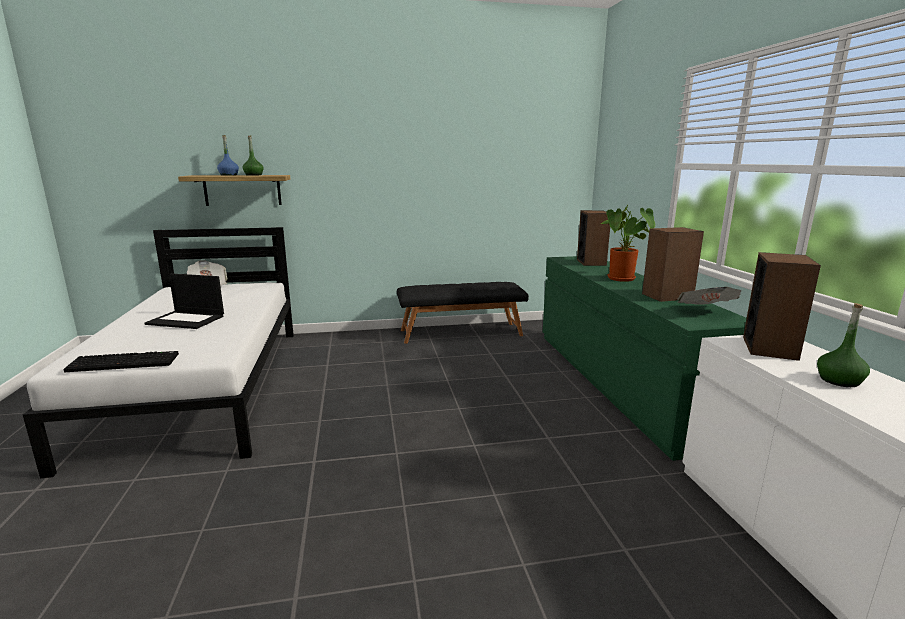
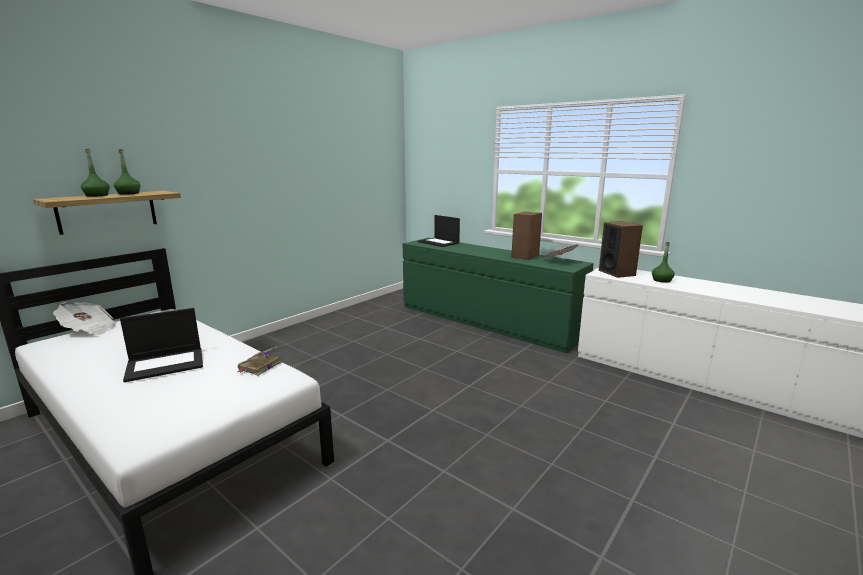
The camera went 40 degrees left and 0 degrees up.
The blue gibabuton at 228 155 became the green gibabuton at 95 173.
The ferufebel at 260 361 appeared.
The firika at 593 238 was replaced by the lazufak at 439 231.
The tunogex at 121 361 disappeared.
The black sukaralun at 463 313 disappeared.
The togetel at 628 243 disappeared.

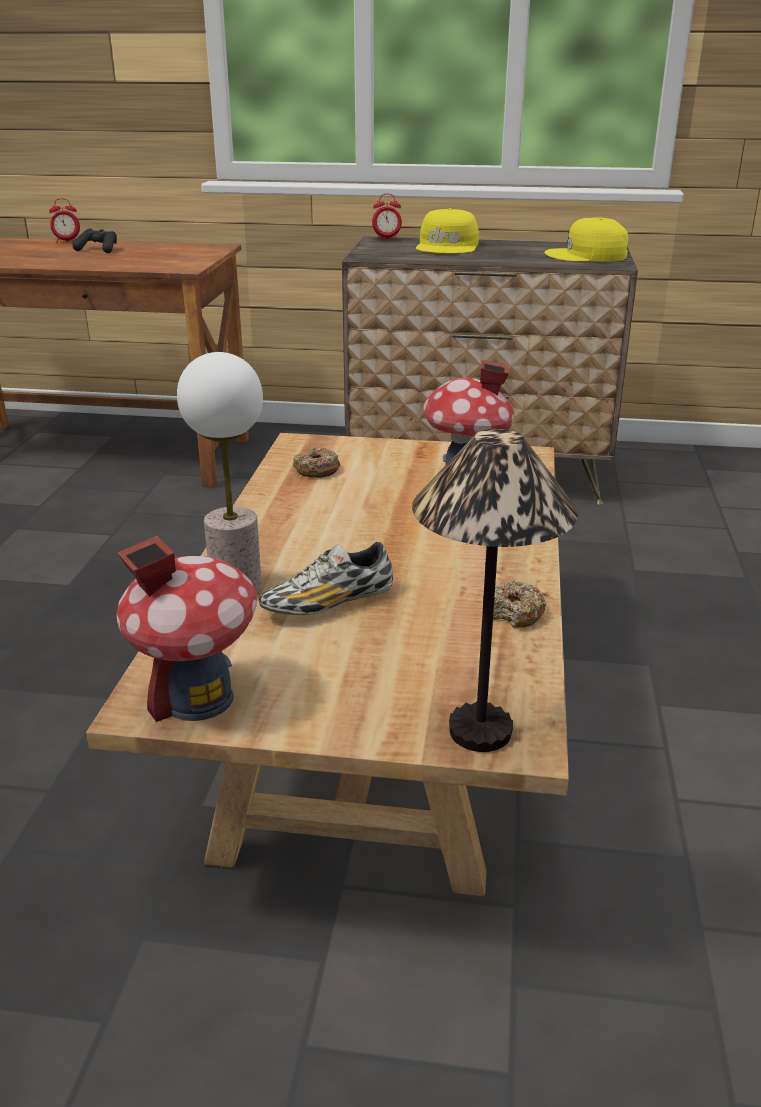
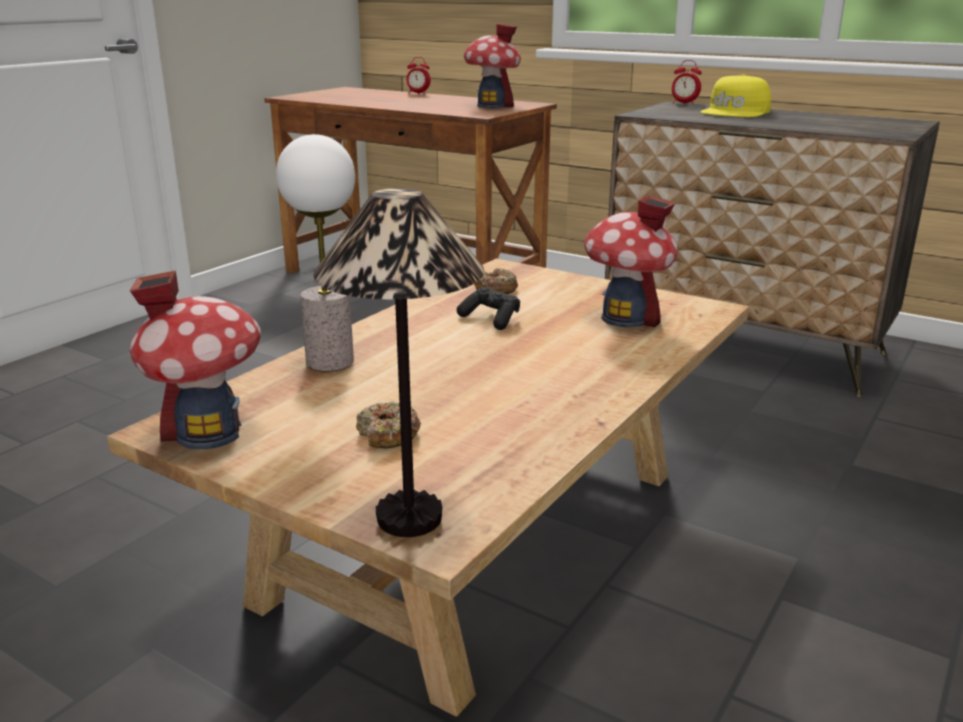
The camera went 25 degrees right and 5 degrees down.
The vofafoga moved from 519 604 to 388 424.
The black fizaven moved from 95 240 to 488 308.
The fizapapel at 492 65 appeared.
The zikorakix at 325 578 disappeared.
The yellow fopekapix at 587 239 disappeared.

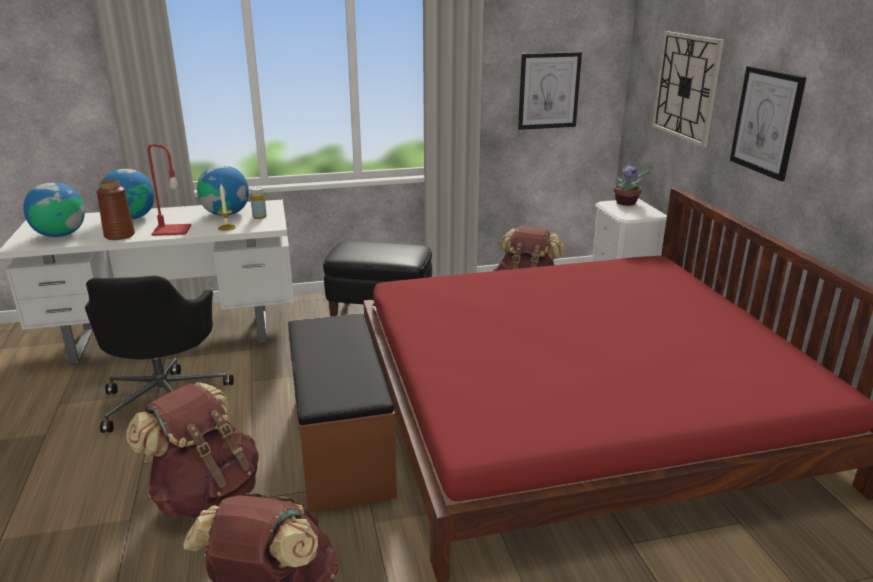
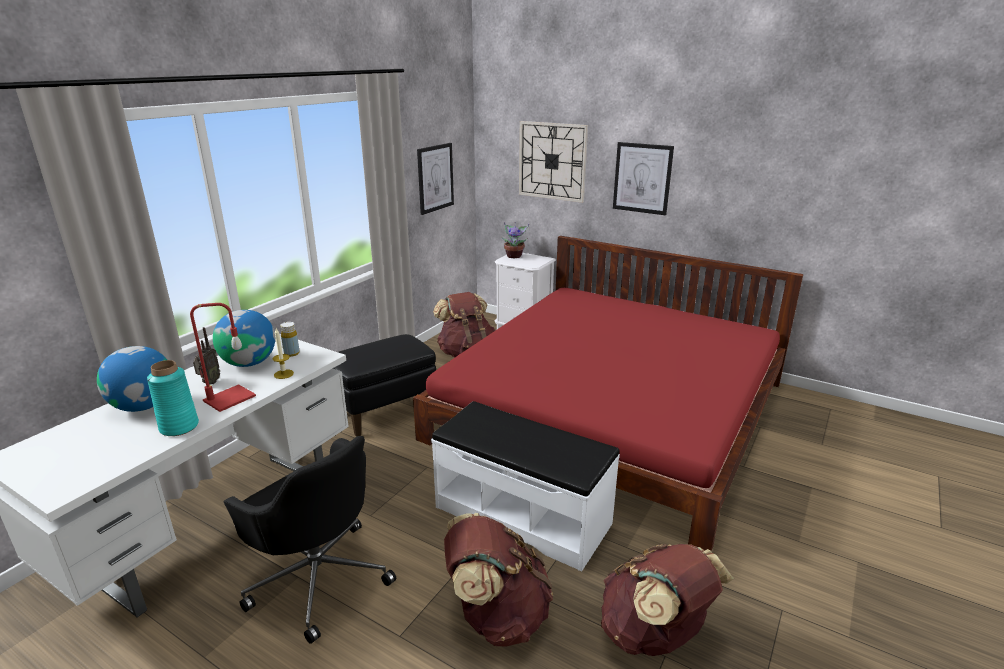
The camera went 45 degrees left and 0 degrees up.
The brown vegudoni at 115 209 became the turquoise vegudoni at 173 398.
The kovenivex at 206 355 appeared.
The brown sukaralun at 342 412 became the white sukaralun at 525 486.
The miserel at 54 210 disappeared.

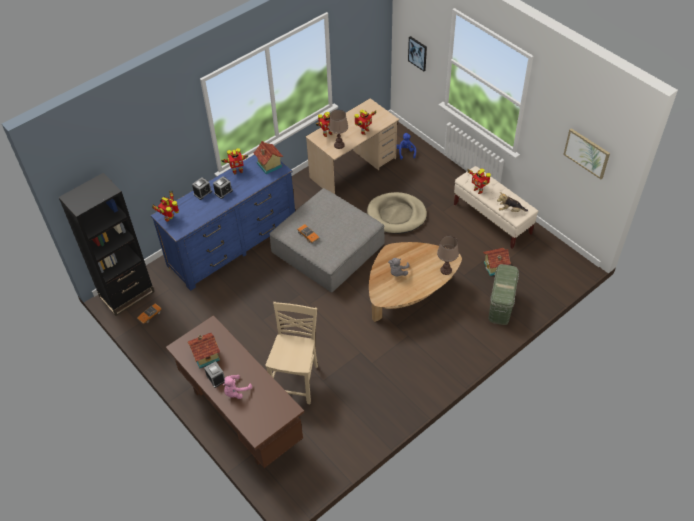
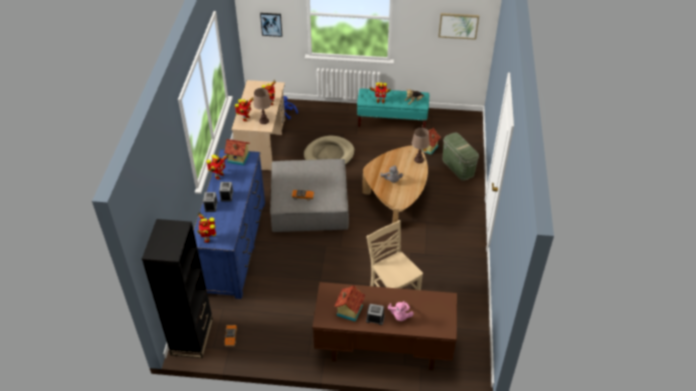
The camera went 45 degrees left and 5 degrees down.
The beige sukaralun at 496 207 became the turquoise sukaralun at 393 108.

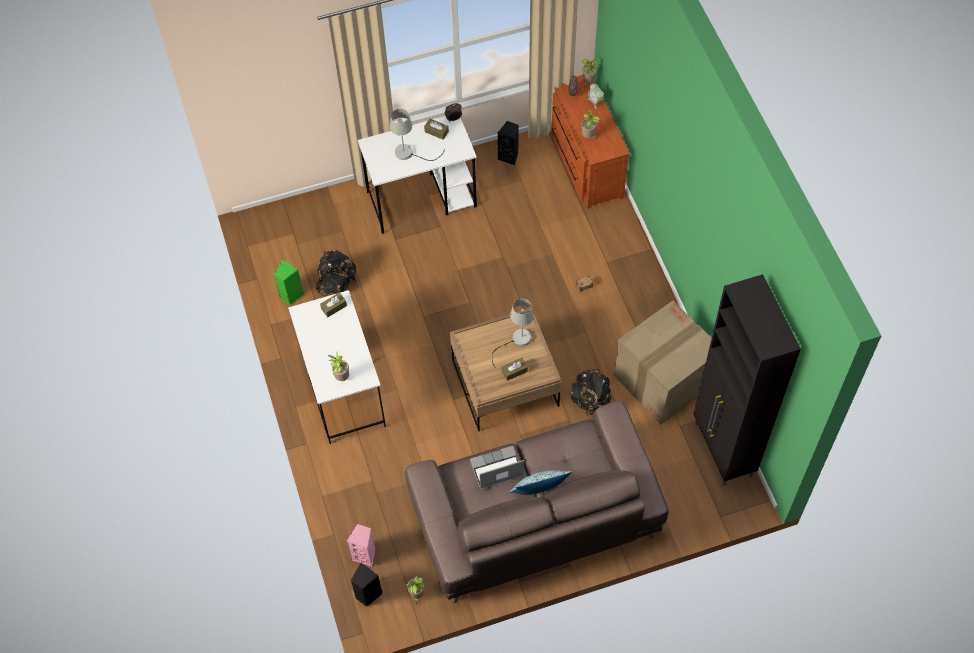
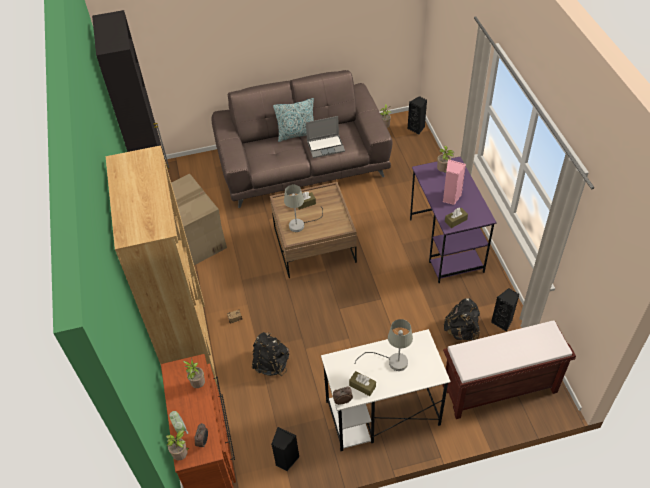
The camera went 175 degrees left and 10 degrees down.
The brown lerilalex at 161 265 appeared.
The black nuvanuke moved from 591 392 to 270 354.
The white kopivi at 337 367 became the purple kopivi at 453 220.
The brown sukaralun at 509 369 appeared.
The pink firika moved from 361 545 to 454 182.
The green firika at 289 282 became the black firika at 505 310.

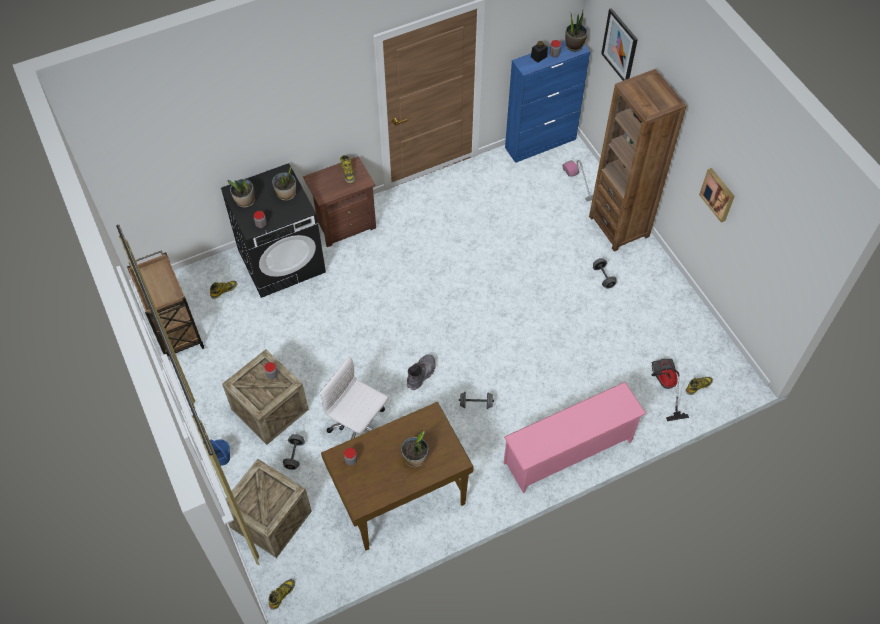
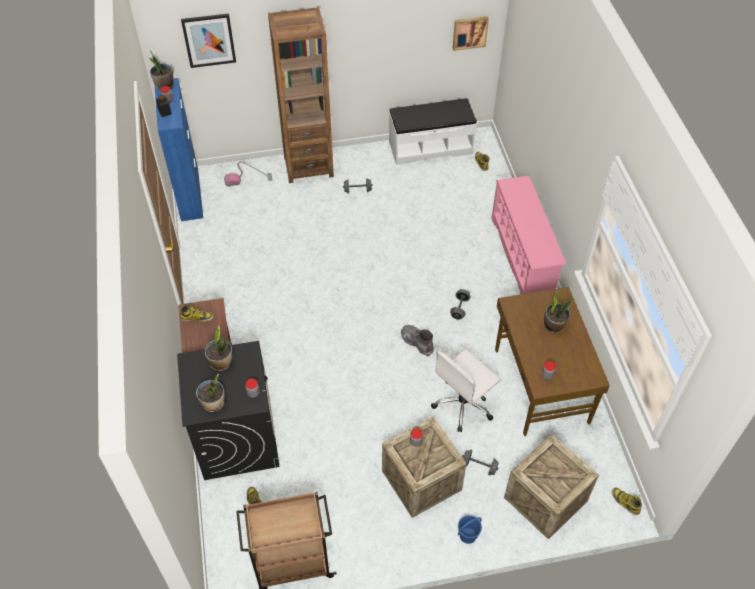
The camera went 75 degrees left and 5 degrees down.
The white sukaralun at 433 131 appeared.
The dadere moved from 717 195 to 471 33.
The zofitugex at 670 389 disappeared.

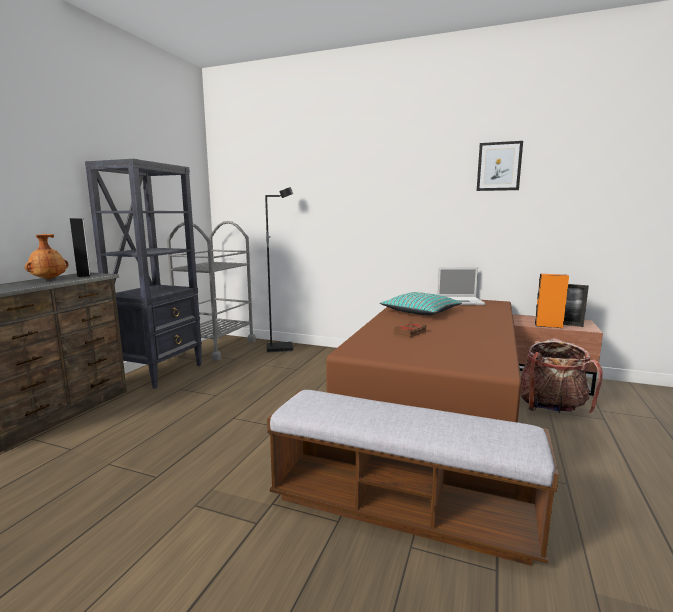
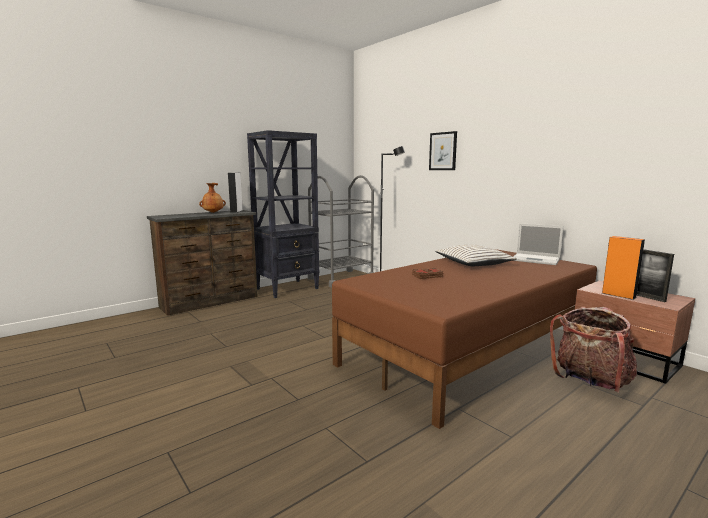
The camera went 30 degrees right and 0 degrees up.
The dadere moved from 500 166 to 443 150.
The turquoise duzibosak at 421 304 became the white duzibosak at 475 255.
The sukaralun at 413 478 disappeared.

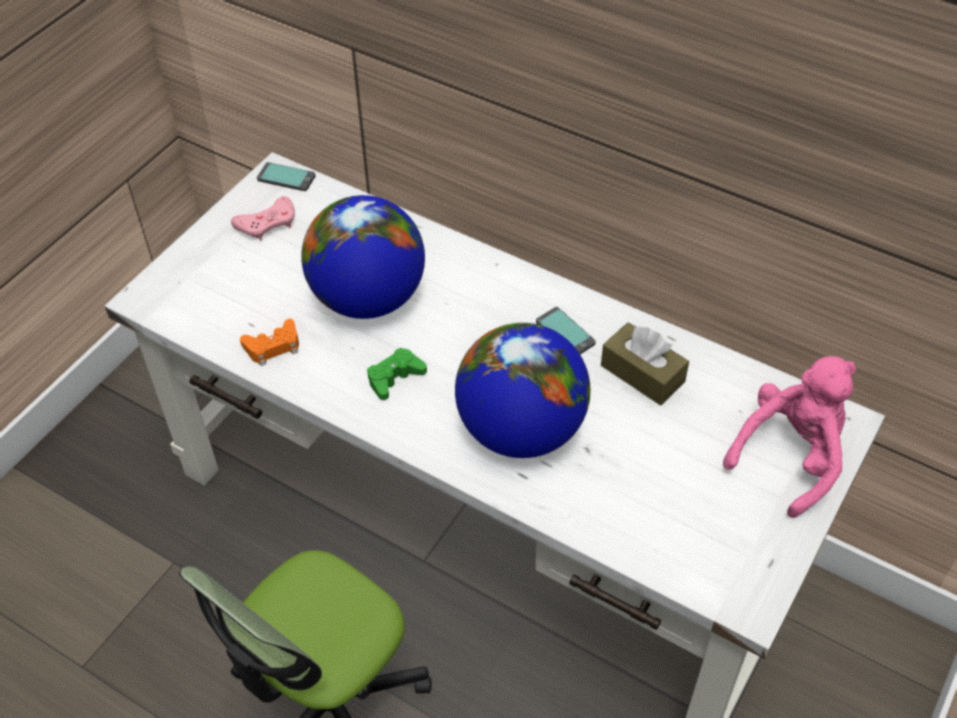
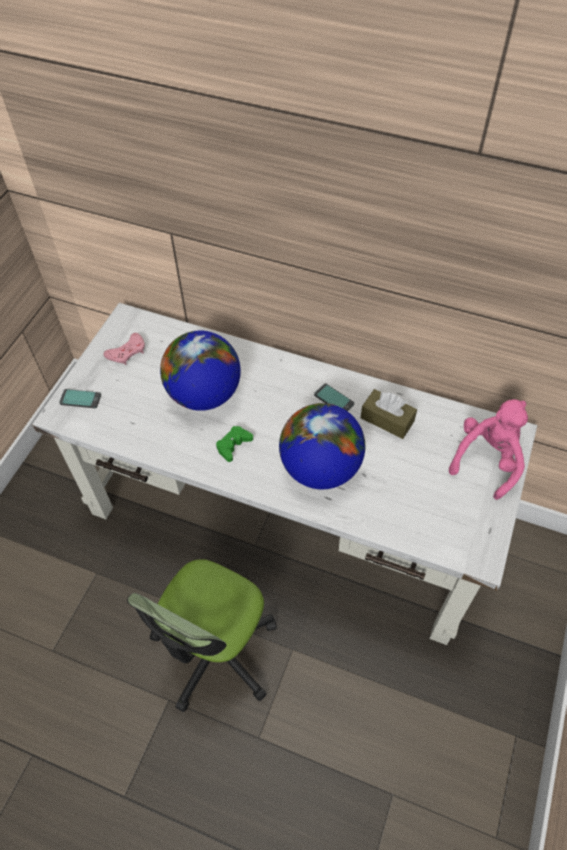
The camera went 10 degrees left and 5 degrees up.
The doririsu moved from 286 176 to 80 398.
The orange fizaven at 269 342 disappeared.

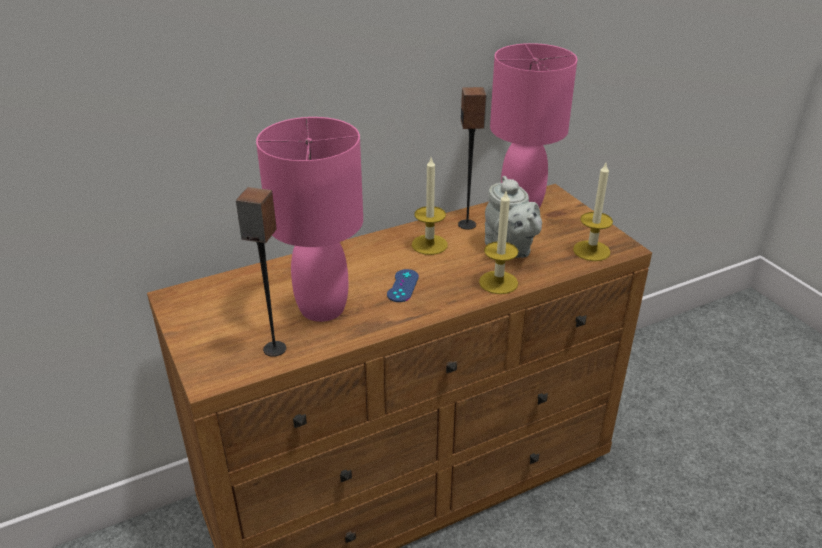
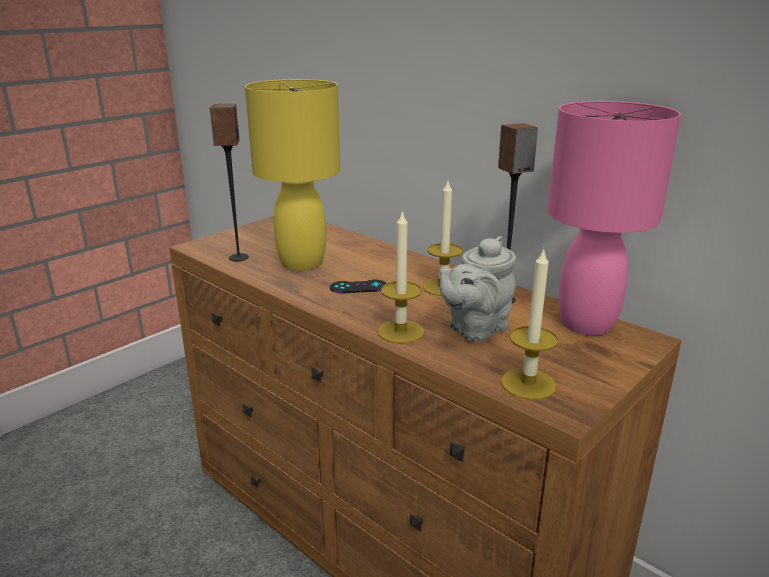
The camera went 70 degrees right and 10 degrees down.
The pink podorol at 309 219 became the yellow podorol at 292 175.
The blue fizaven at 403 285 became the black fizaven at 358 286.

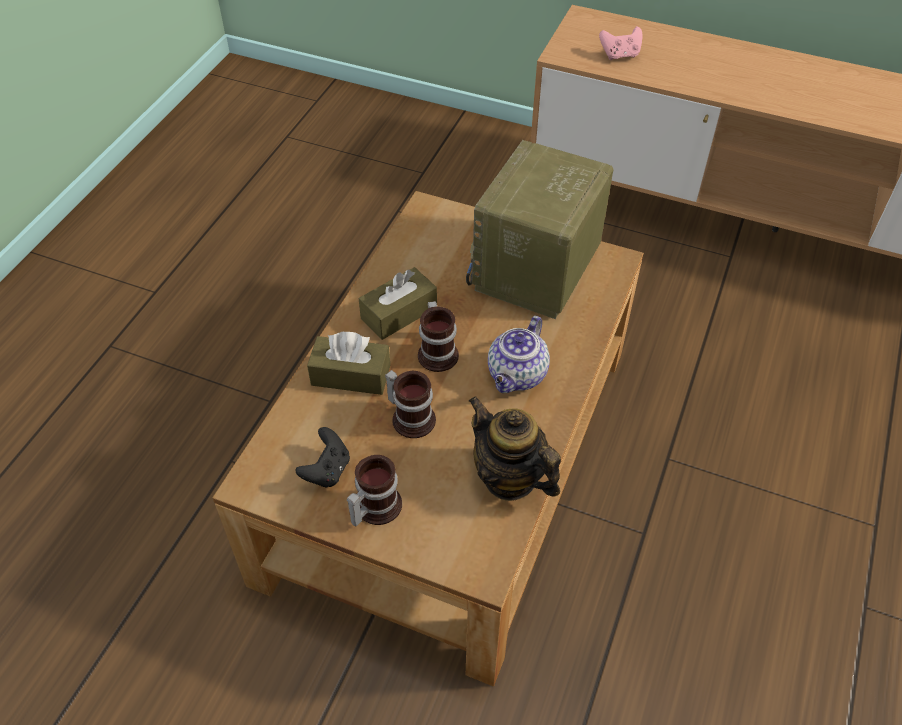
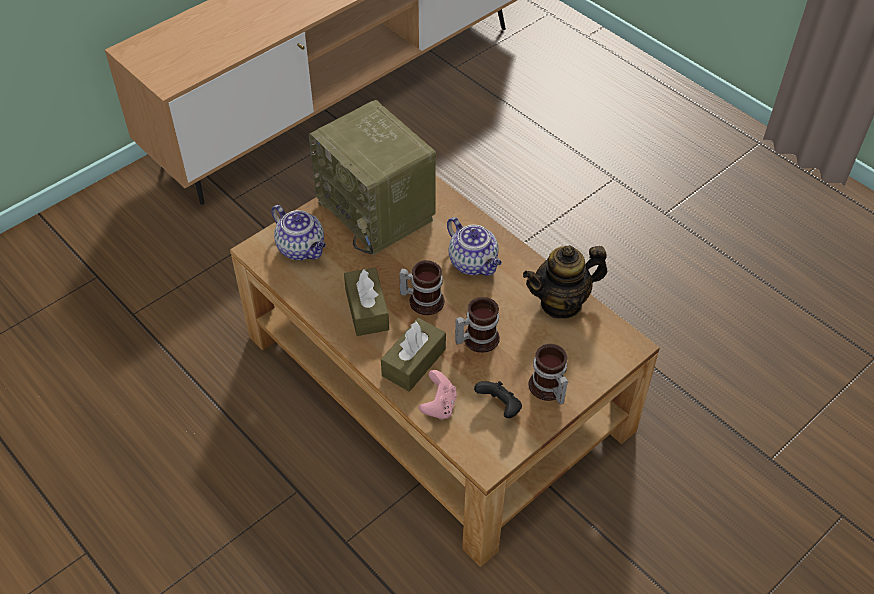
The camera went 65 degrees left and 0 degrees up.
The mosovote at 298 232 appeared.
The pink fizaven moved from 620 43 to 438 395.

